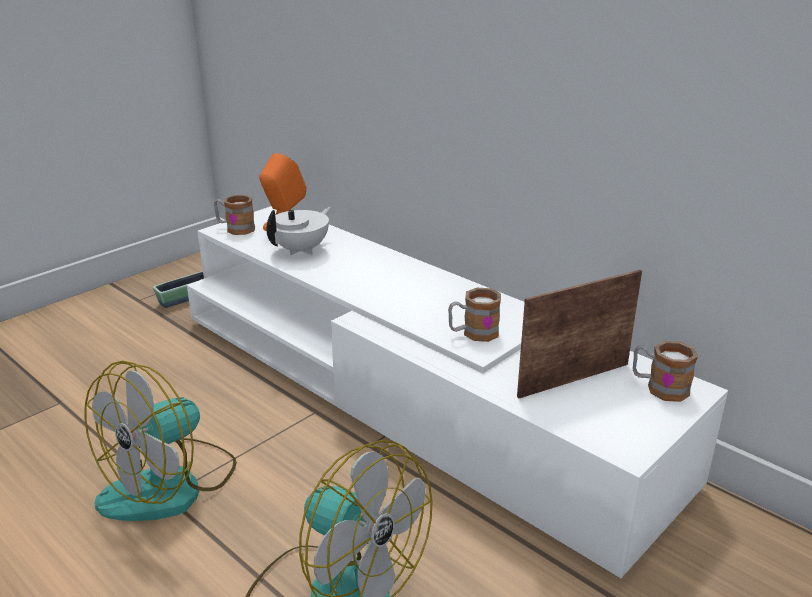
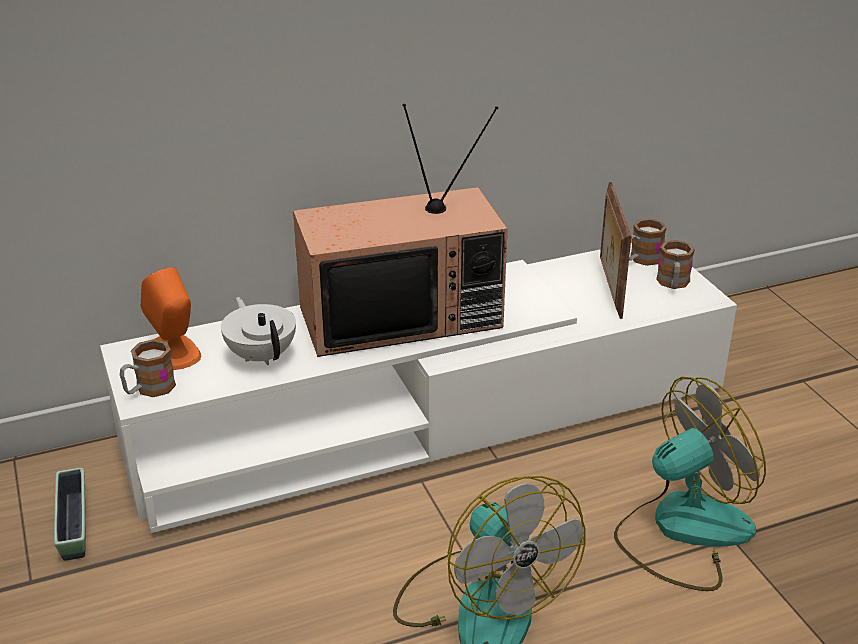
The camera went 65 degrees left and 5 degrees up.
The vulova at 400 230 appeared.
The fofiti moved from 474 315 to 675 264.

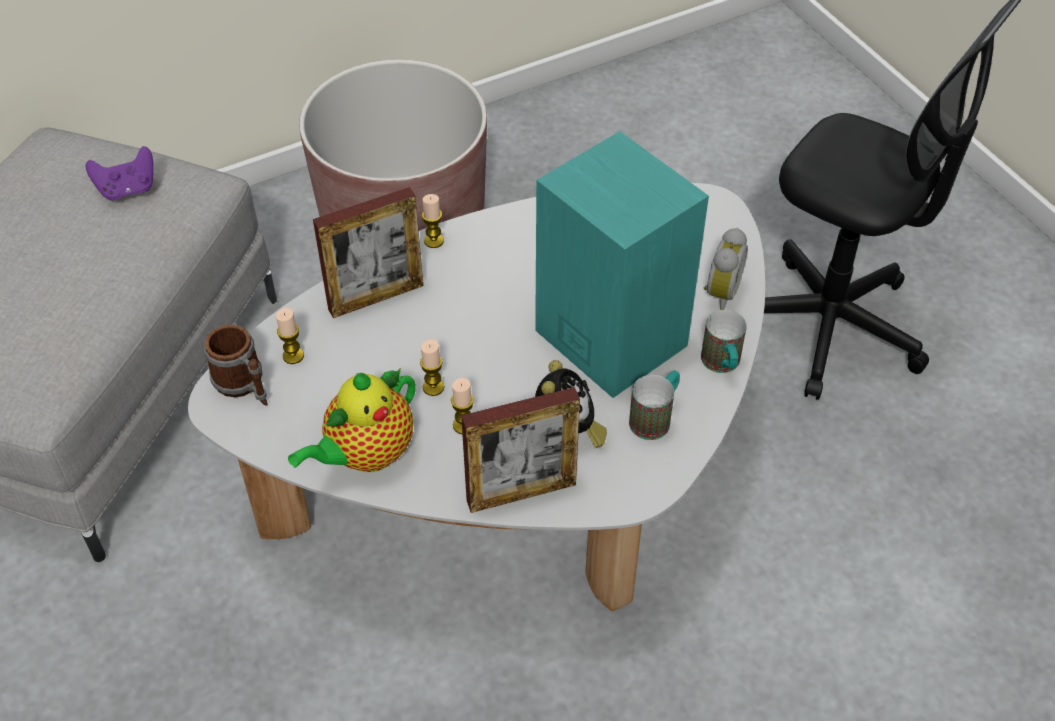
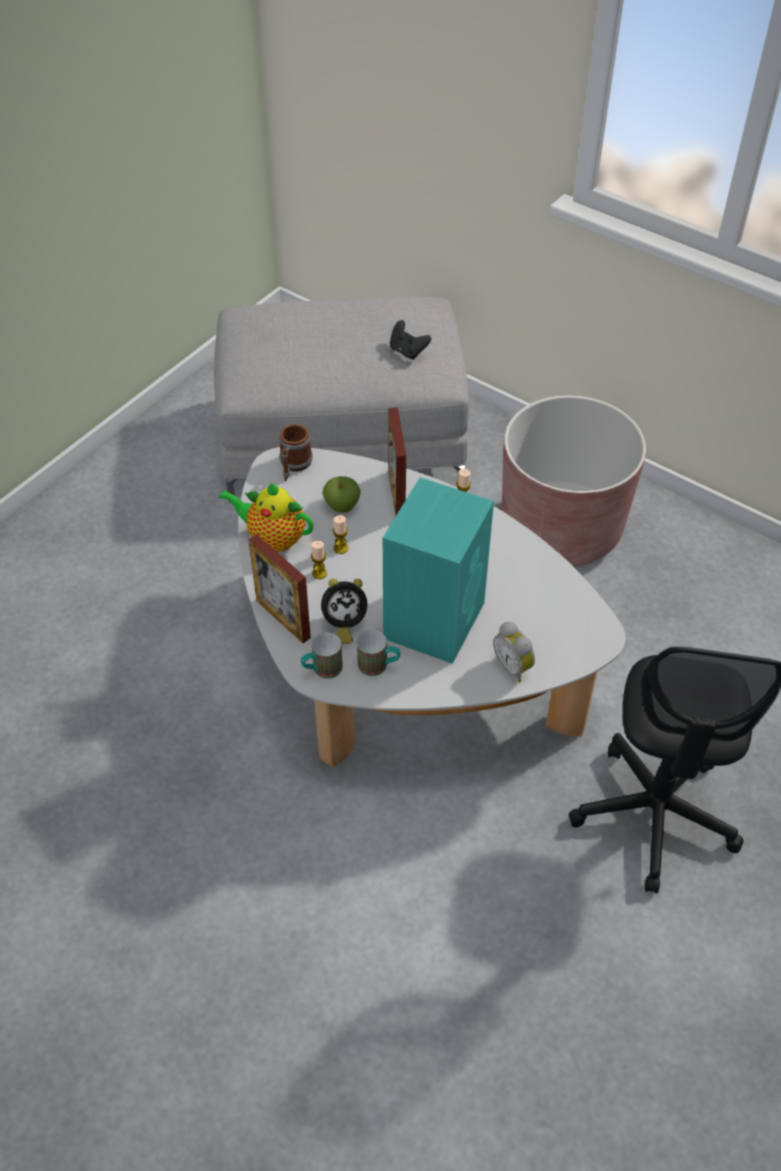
The camera went 65 degrees right and 0 degrees up.
The fofiti moved from 723 341 to 322 655.
The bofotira at 341 494 appeared.
The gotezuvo at 368 252 turned 45 degrees clockwise.
The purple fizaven at 119 173 became the black fizaven at 410 340.
The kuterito at 726 269 turned 60 degrees clockwise.
The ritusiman at 290 336 disappeared.

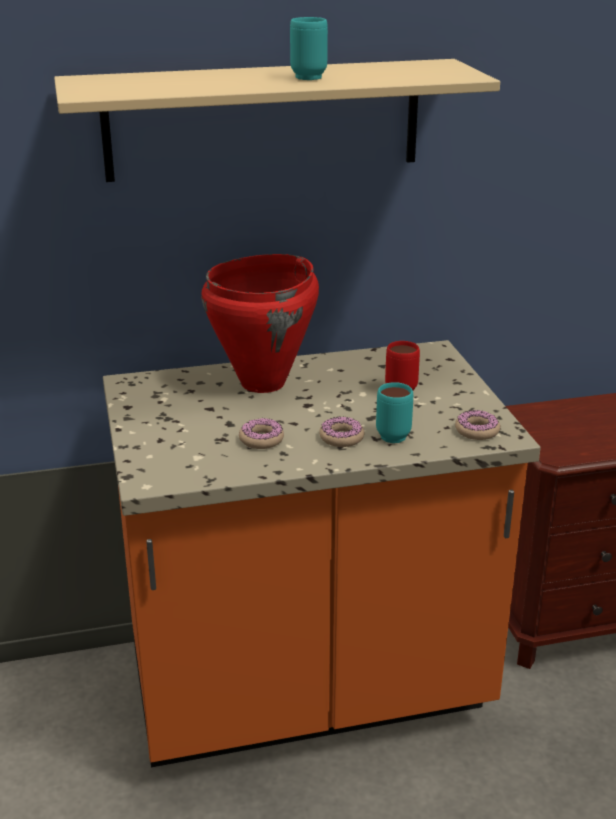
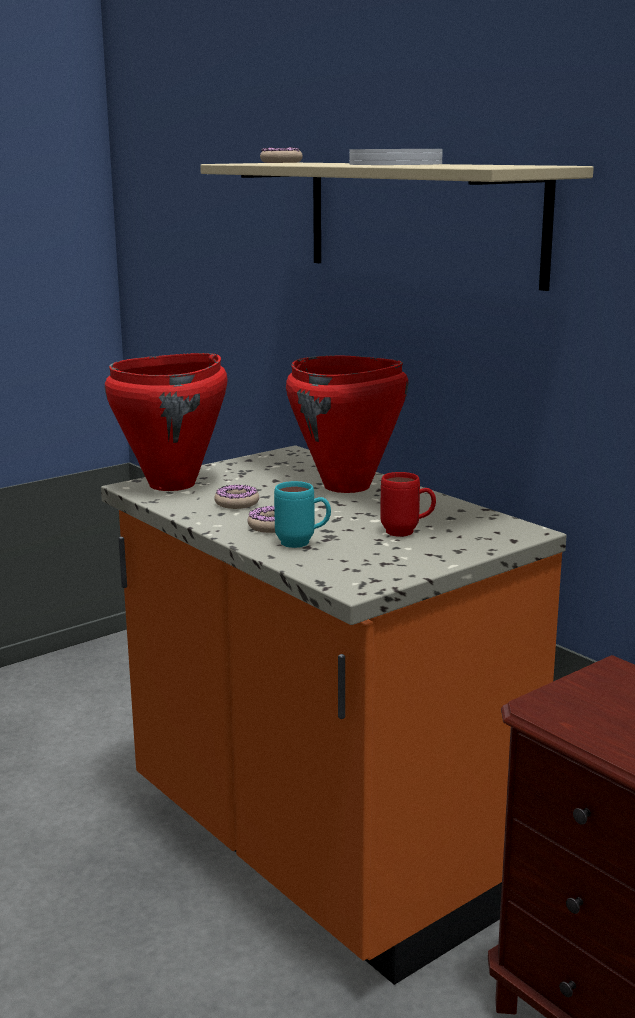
The camera went 65 degrees right and 10 degrees down.
The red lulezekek at 166 422 appeared.
The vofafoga moved from 477 425 to 281 155.
The turquoise fofiti at 309 48 was replaced by the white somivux at 396 157.

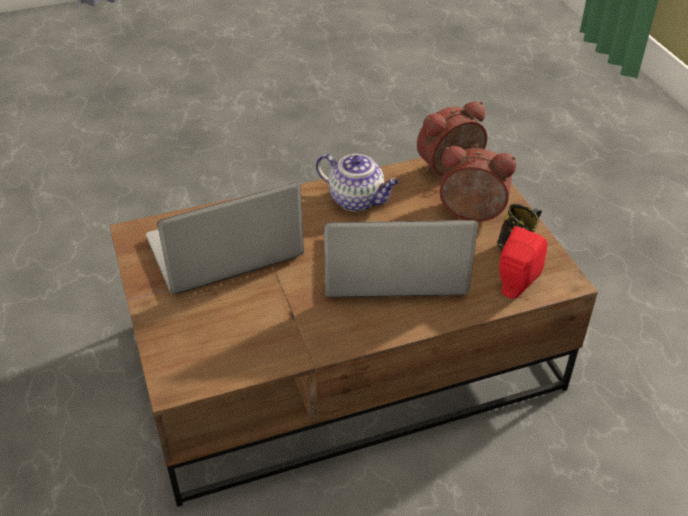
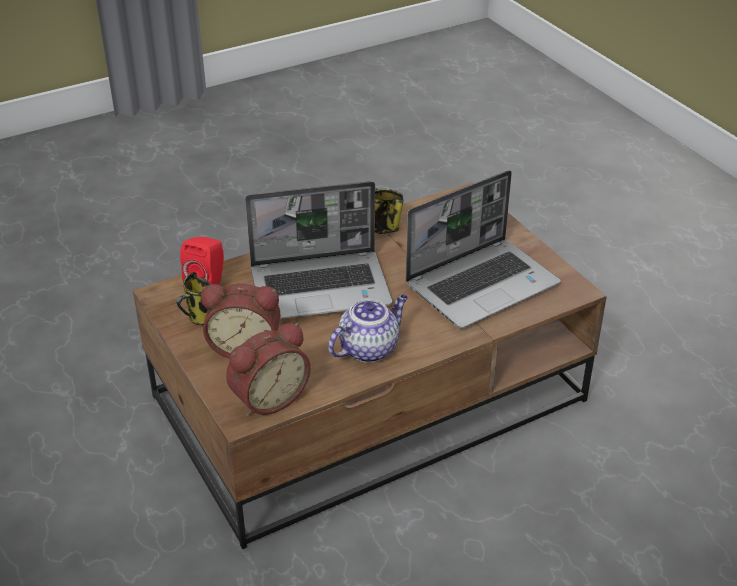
The camera went 170 degrees right and 5 degrees down.
The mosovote at 357 183 turned 120 degrees clockwise.
The fofiti at 389 211 appeared.

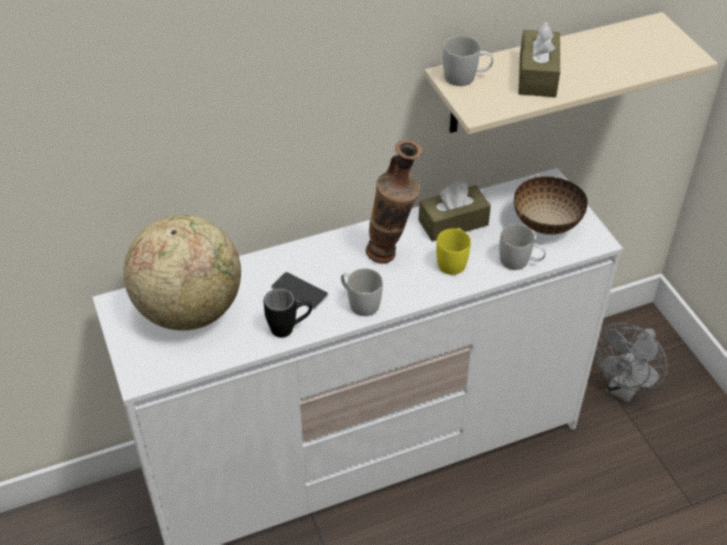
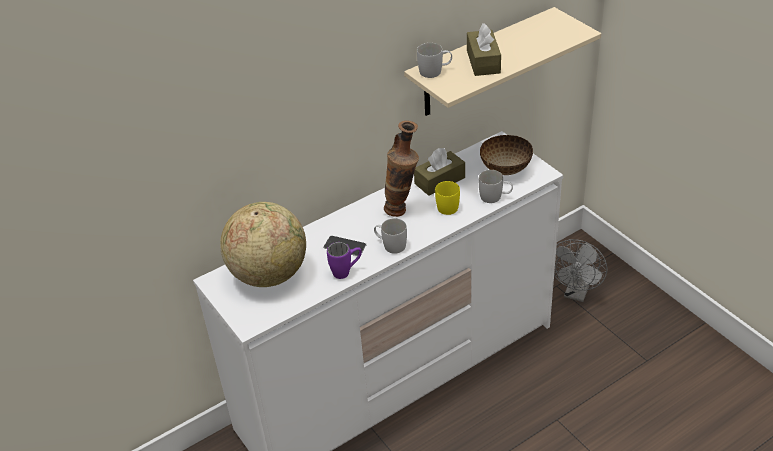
The camera went 10 degrees left and 5 degrees down.
The black fofiti at 288 312 became the purple fofiti at 344 260.

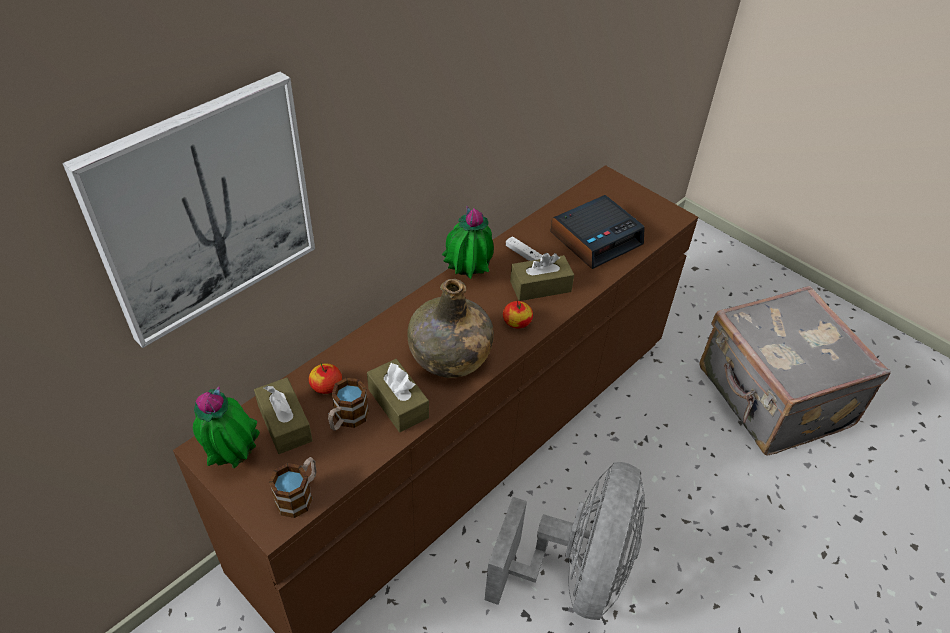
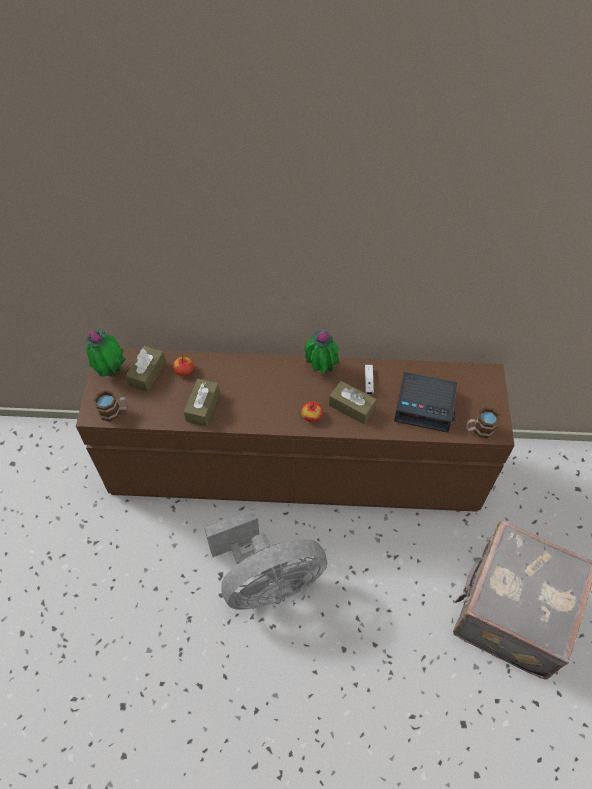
The camera went 50 degrees right and 10 degrees up.
The fofiti moved from 348 404 to 483 423.
The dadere at 188 210 disappeared.
The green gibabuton at 450 328 disappeared.

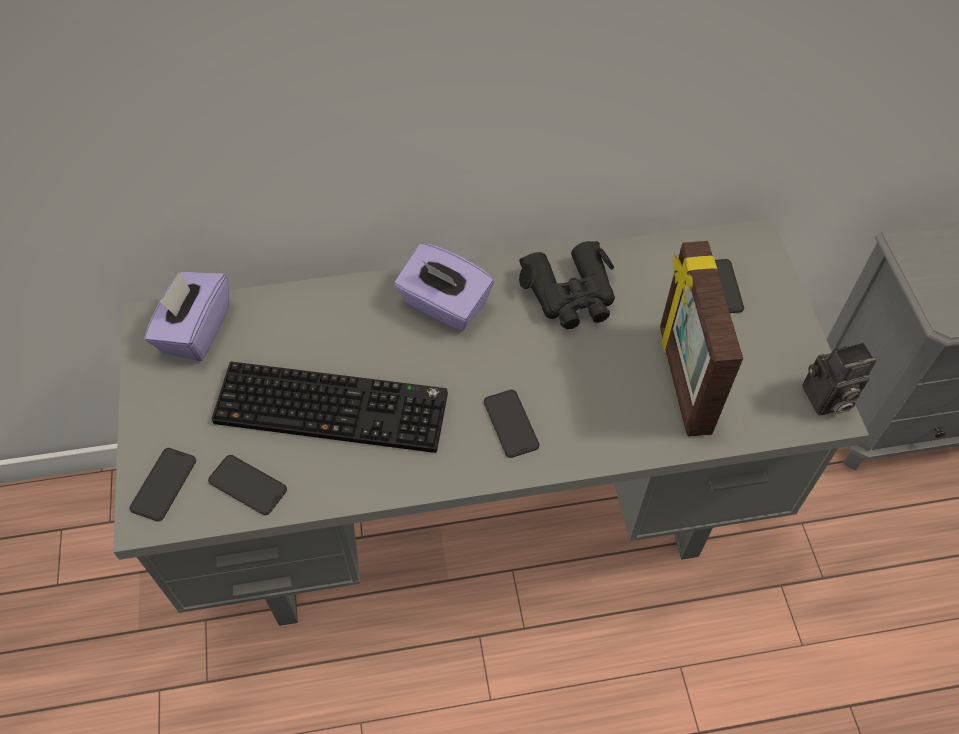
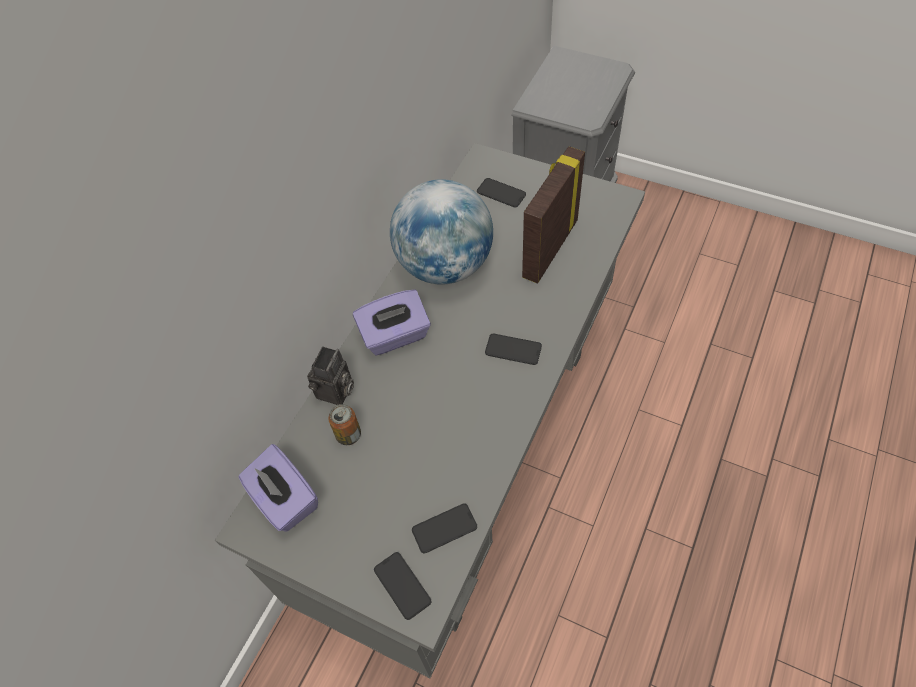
The camera went 50 degrees left and 0 degrees up.
The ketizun moved from 839 378 to 330 375.
The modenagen at 344 424 appeared.
The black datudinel at 567 285 was replaced by the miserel at 441 232.
The gotezuvo at 701 339 turned 90 degrees clockwise.
The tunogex at 329 407 disappeared.

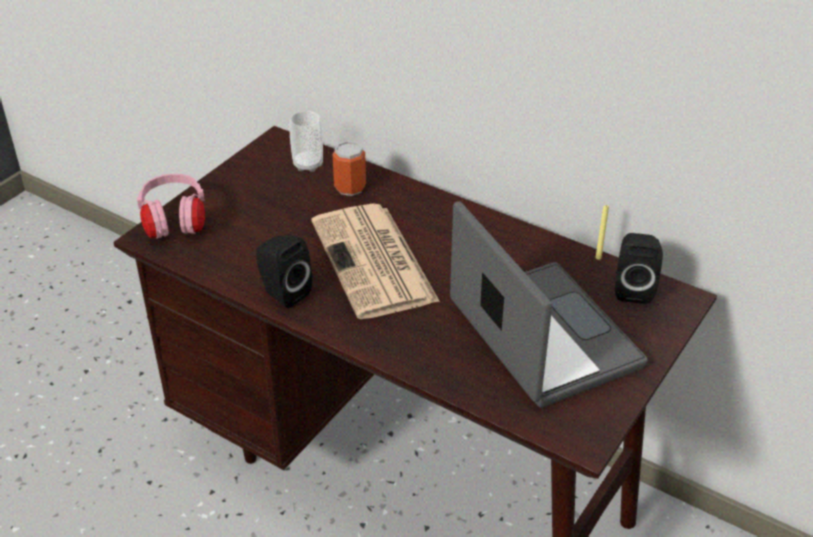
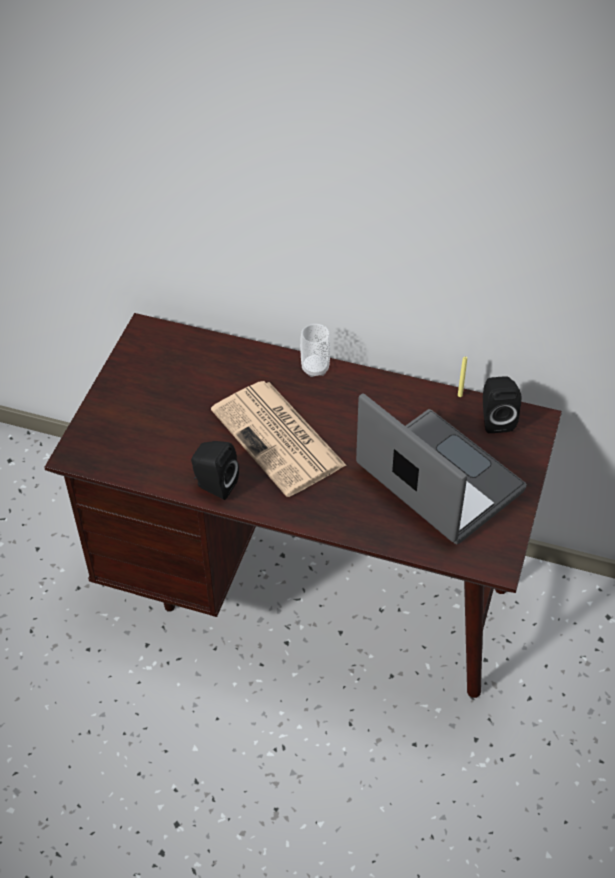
The camera went 15 degrees left and 10 degrees up.
The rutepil moved from 306 141 to 315 350.
The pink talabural at 171 206 disappeared.
The modenagen at 349 168 disappeared.

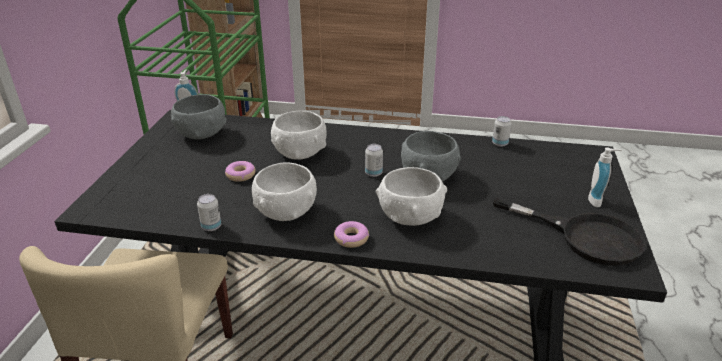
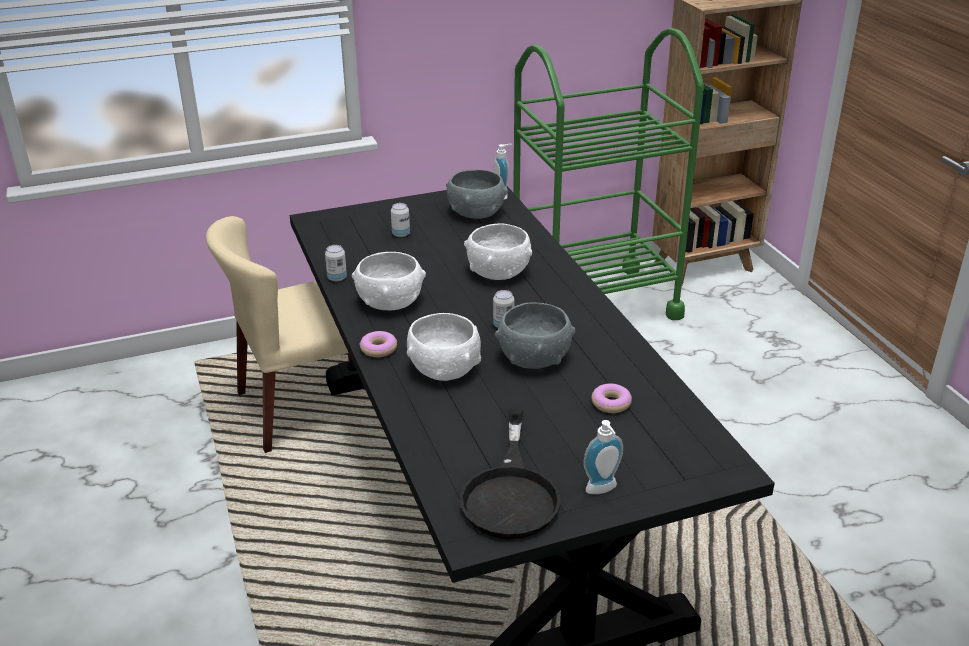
The camera went 60 degrees right and 0 degrees up.
The modenagen moved from 502 131 to 400 220.
The vofafoga moved from 240 171 to 611 398.

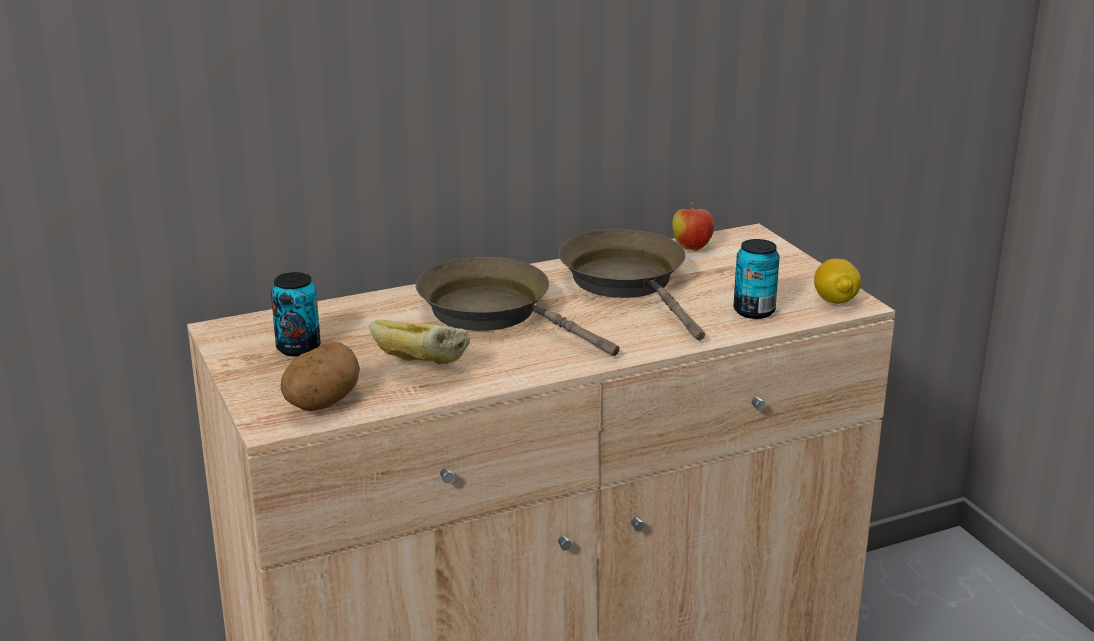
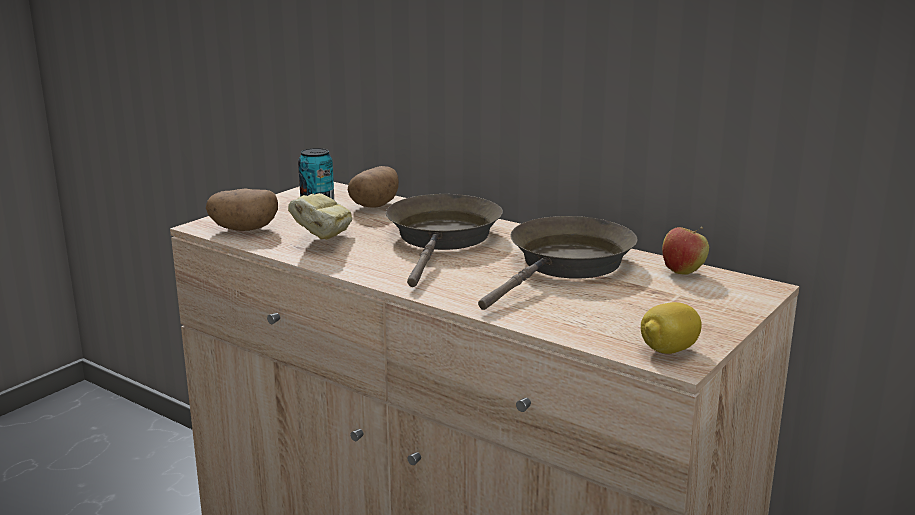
The camera went 60 degrees right and 5 degrees down.
The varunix at 373 186 appeared.
The modenagen at 756 279 disappeared.

